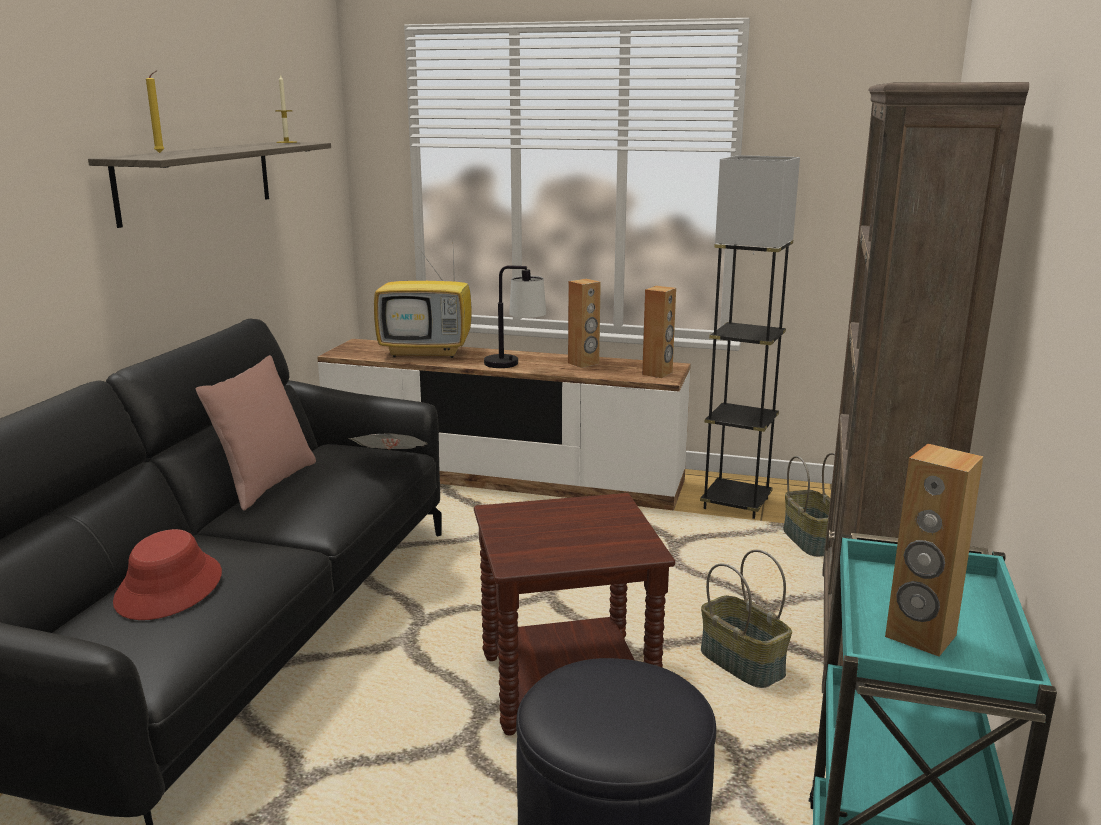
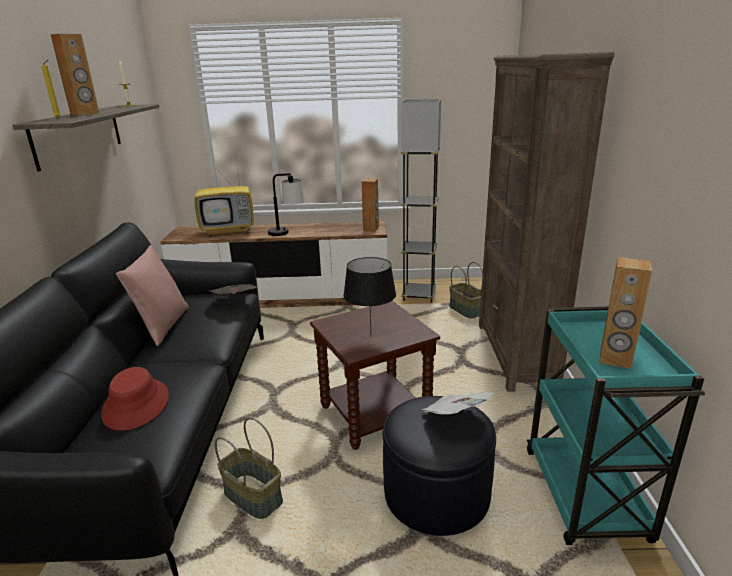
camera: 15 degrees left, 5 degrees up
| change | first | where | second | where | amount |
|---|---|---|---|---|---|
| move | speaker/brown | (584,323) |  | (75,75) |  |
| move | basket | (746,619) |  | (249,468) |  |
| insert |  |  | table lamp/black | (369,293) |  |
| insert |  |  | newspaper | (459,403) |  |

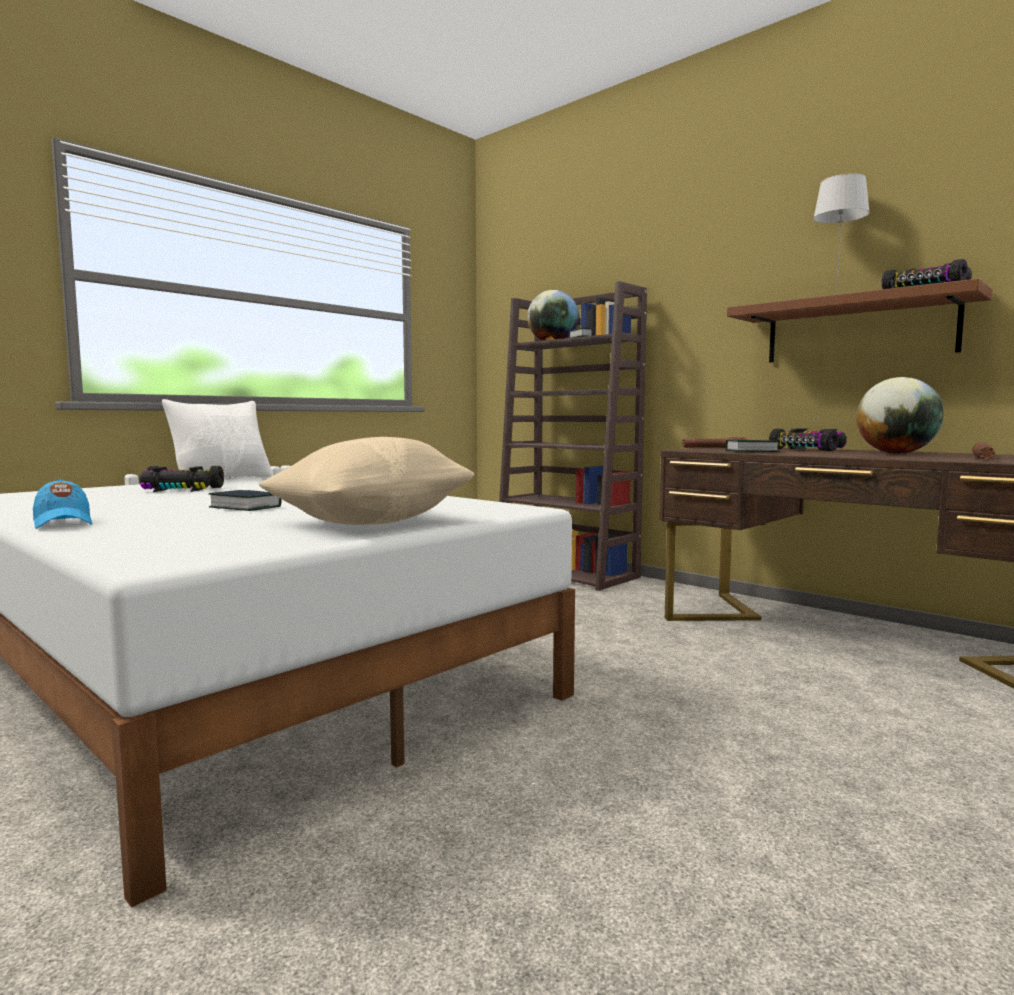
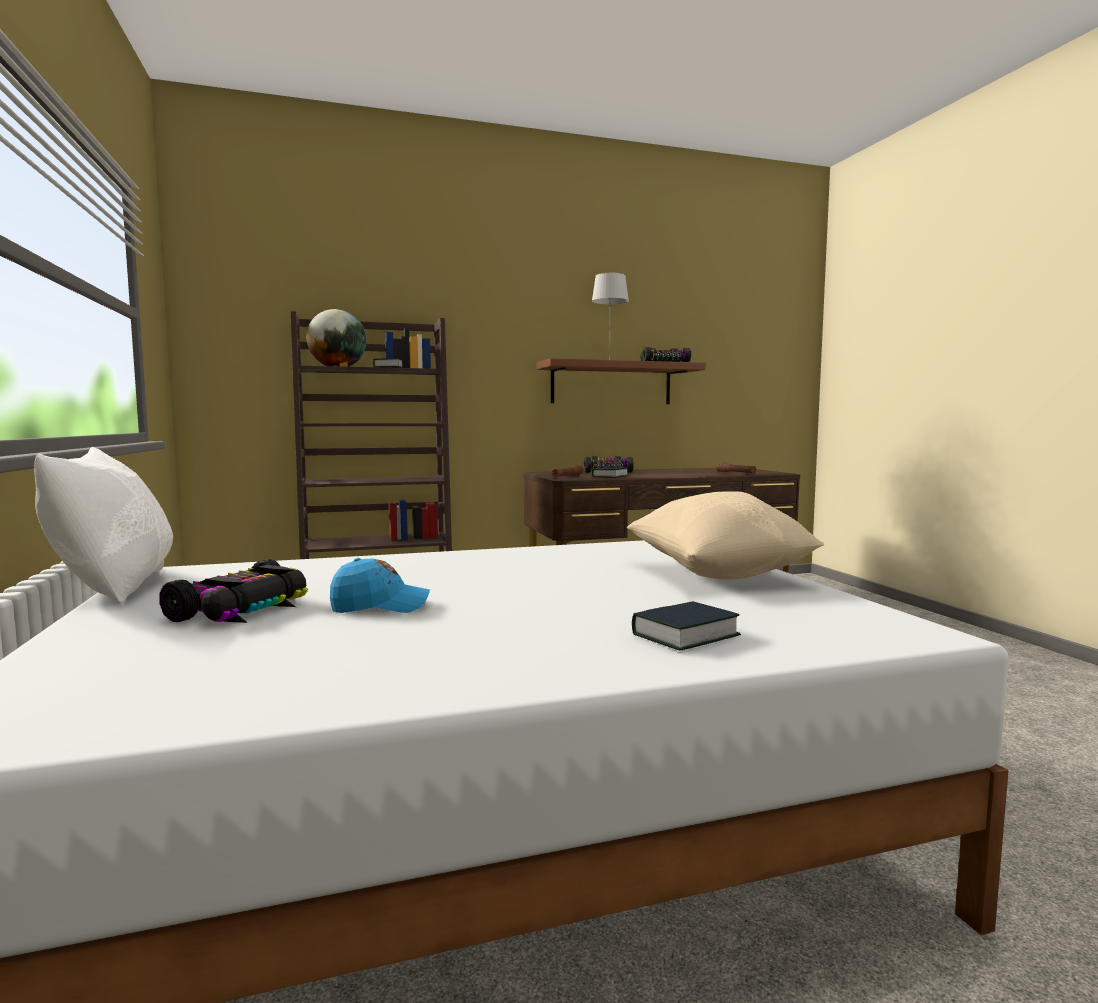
camera: 60 degrees left, 0 degrees up
| change | first | where | second | where | amount |
|---|---|---|---|---|---|
| move | cap/blue | (62,504) |  | (380,585) |  |
| move | book | (245,500) |  | (686,626) |  |
| delete | globe | (900,415) |  |  |  |

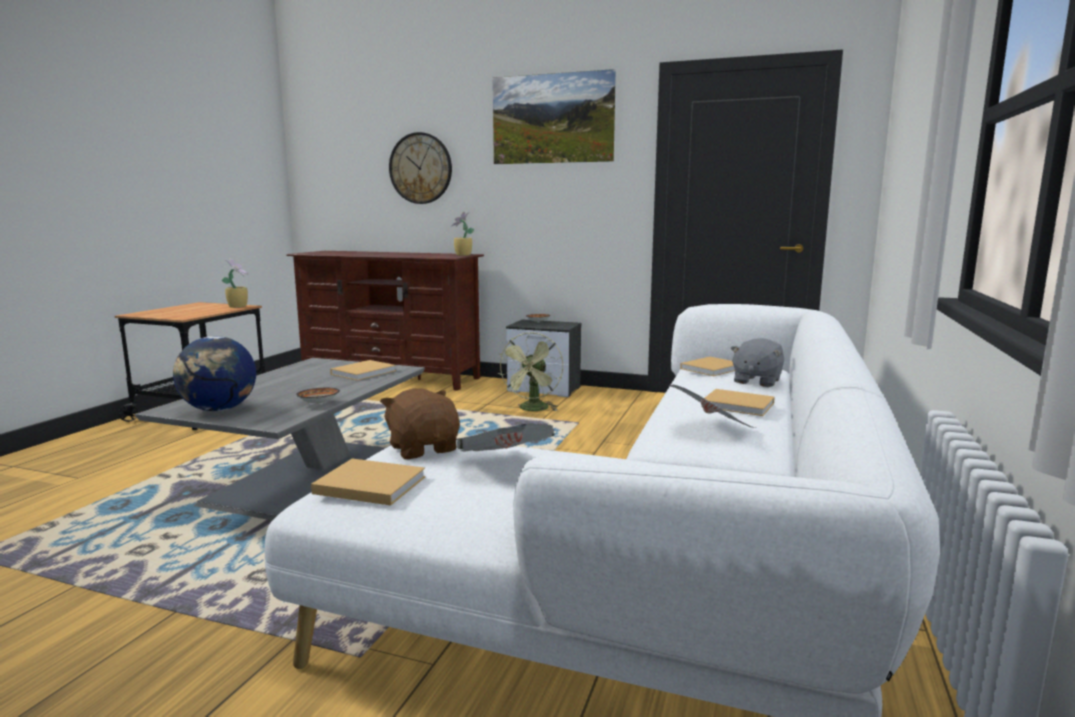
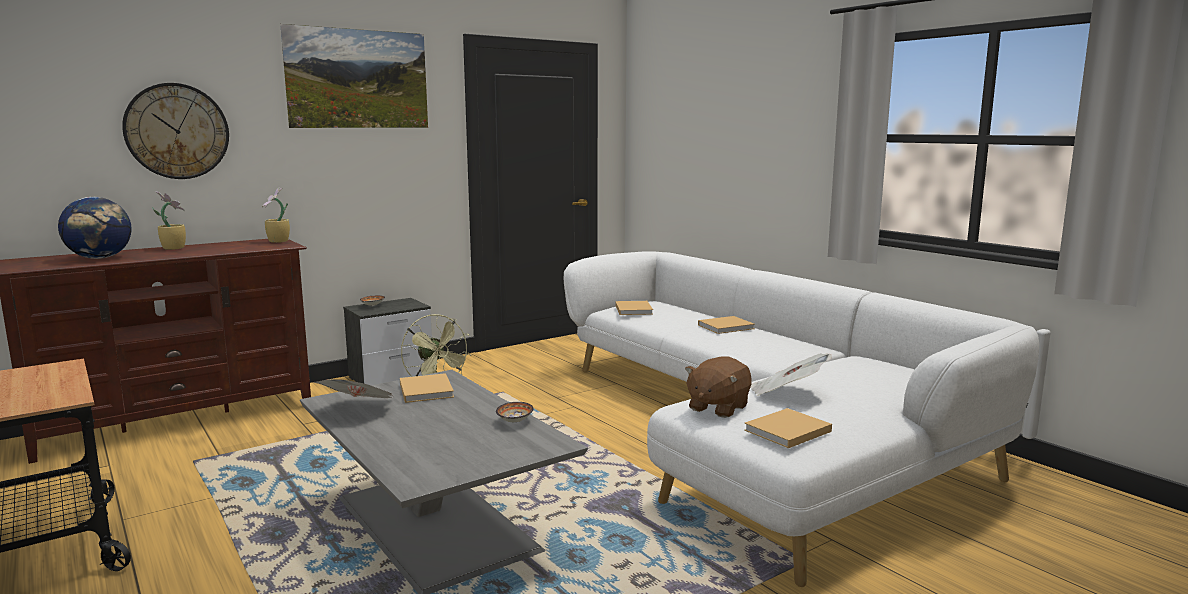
camera: 55 degrees left, 0 degrees up
| change | first | where | second | where | amount |
|---|---|---|---|---|---|
| move | globe | (214,373) |  | (95,228) |  |
| move | potted plant | (235,283) |  | (169,221) |  |
| rotate | plush toy/brown | (420,423) |  | (718,387) | 60 degrees counterclockwise |
| move | newspaper | (711,406) |  | (352,388) |  |
| delete | plush toy/grey | (757,362) |  |  |  |

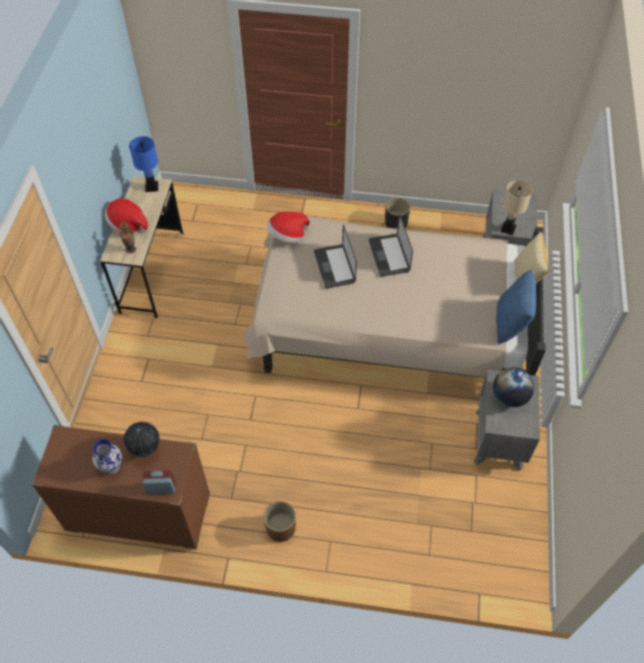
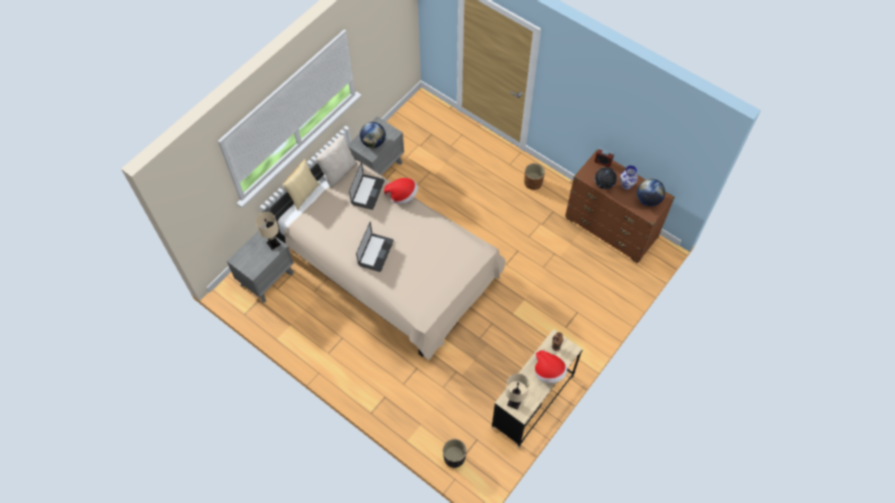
camera: 150 degrees left, 5 degrees up
| change | first | where | second | where | amount |
|---|---|---|---|---|---|
| recolor | table lamp/blue | (143,164) | table lamp/beige | (517,391) |  |
| move | hat | (288,227) |  | (401,191) |  |
| move | laptop | (335,256) |  | (367,186) |  |
| move | planter/black | (397,213) |  | (454,453) |  |
| recolor | pillow/blue | (516,307) | pillow/beige | (337,161) |  |
| insert |  |  | globe | (651,193) |  |

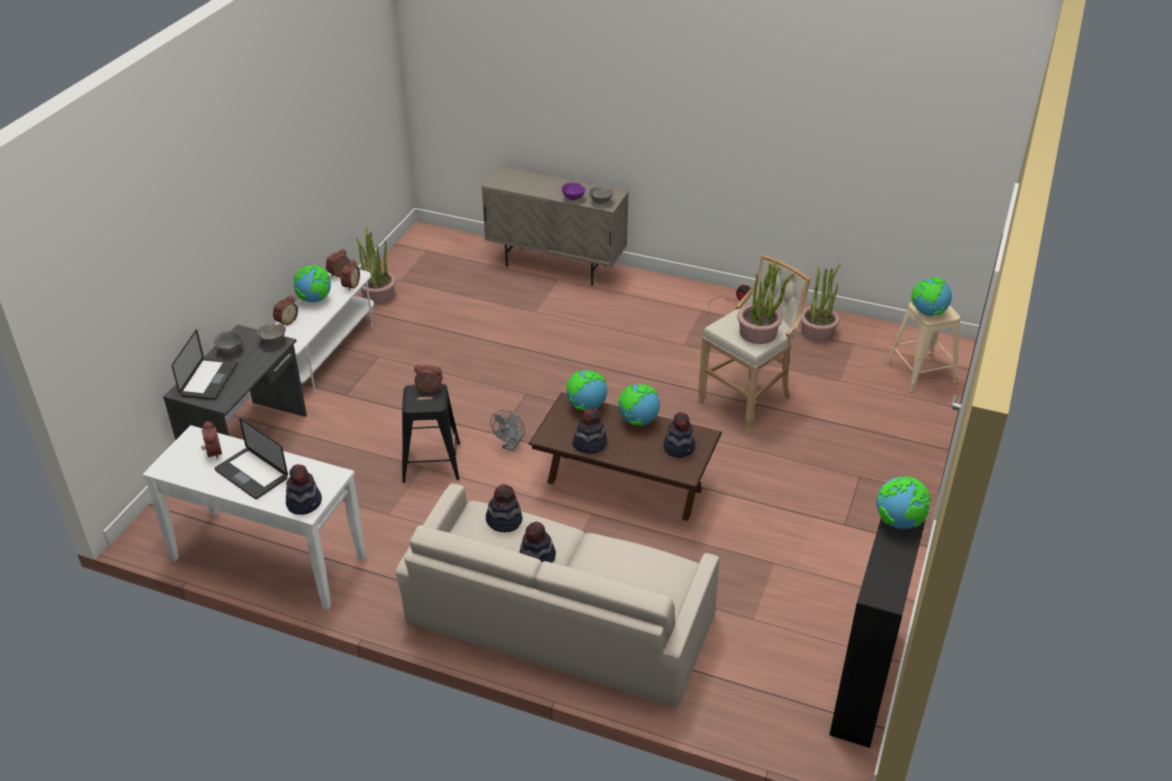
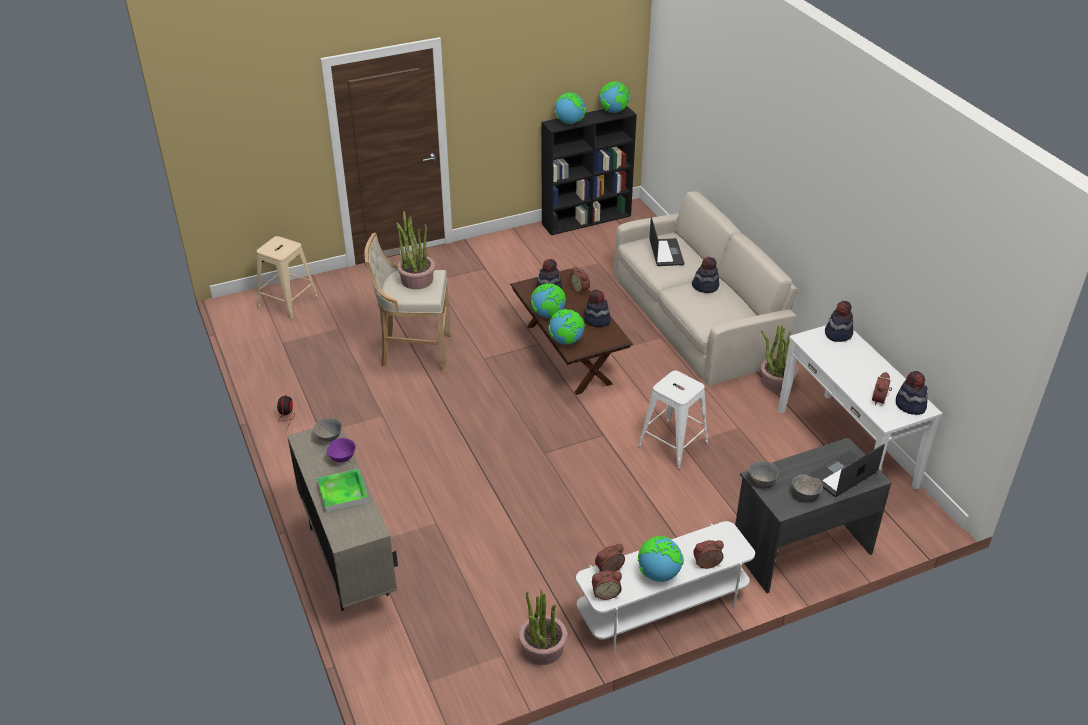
camera: 135 degrees left, 0 degrees up
| change | first | where | second | where | amount |
|---|---|---|---|---|---|
| move | laptop | (251,458) |  | (666,241) |  |
| recolor | stool/black | (431,433) | stool/white | (673,419) |  |
| move | alarm clock | (428,379) |  | (580,280) |  |
| move | hat | (504,508) |  | (912,393) |  |
| delete | fan/grey | (507,430) |  |  |  |
| move | potted plant | (821,303) |  | (779,358) |  |
| move | globe | (932,296) |  | (614,97) |  |
| insert |  |  | tray | (342,491) |  |

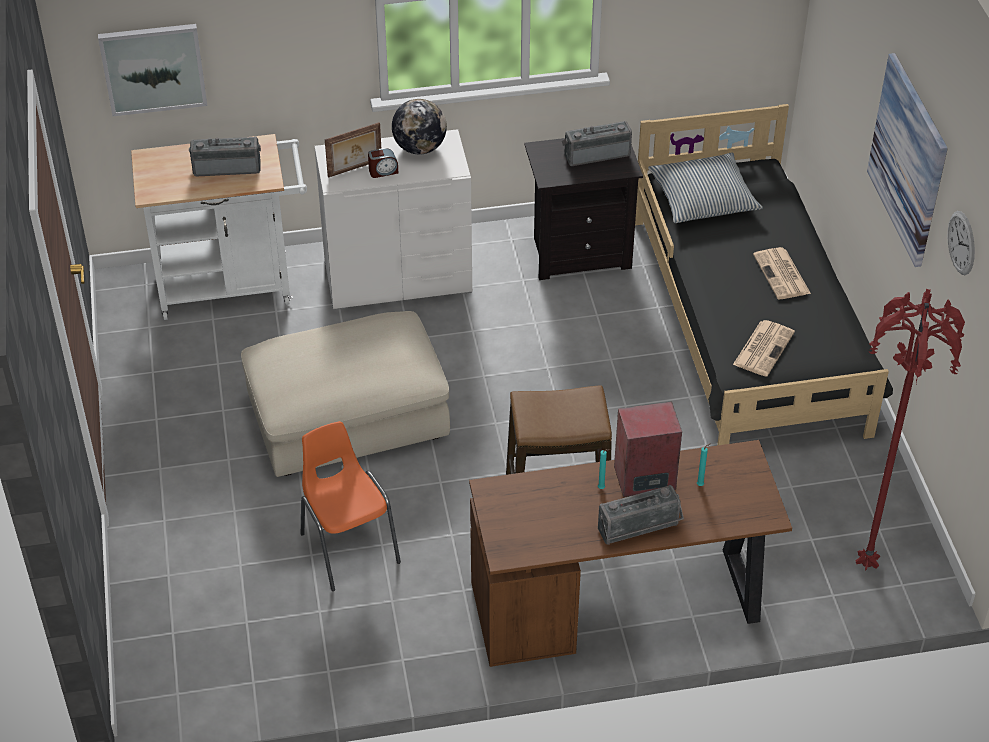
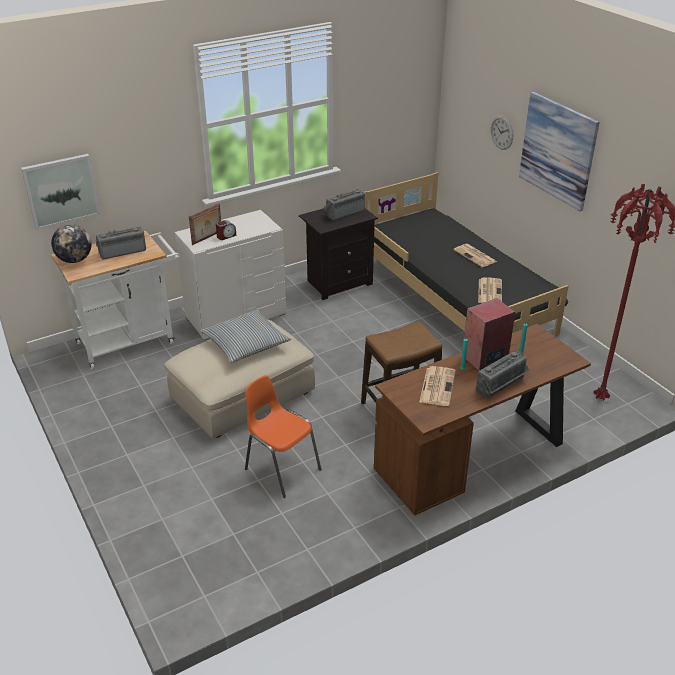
camera: 20 degrees left, 10 degrees down
| change | first | where | second | where | amount |
|---|---|---|---|---|---|
| move | globe | (419,126) |  | (71,243) |  |
| move | pillow | (705,188) |  | (245,336) |  |
| move | wall clock | (961,243) |  | (502,132) |  |
| insert |  |  | newspaper | (437,386) |  |

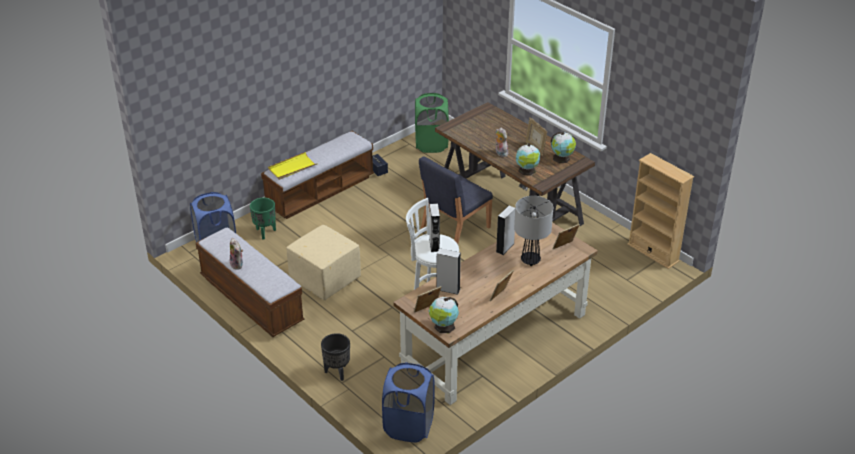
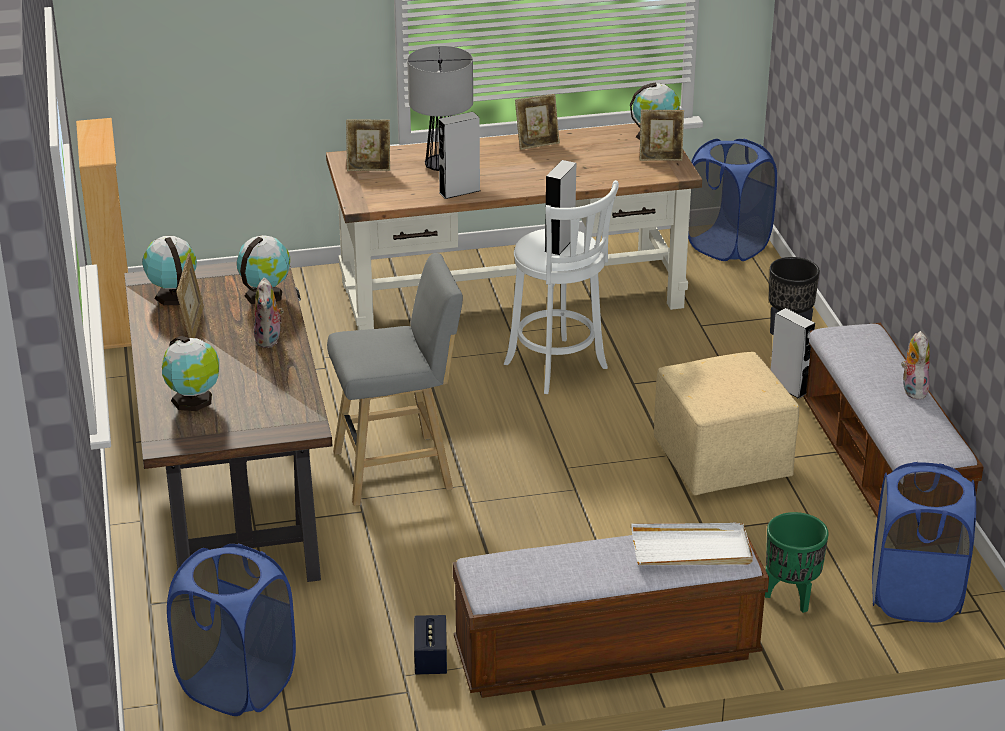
camera: 150 degrees left, 5 degrees down
| change | first | where | second | where | amount |
|---|---|---|---|---|---|
| recolor | tray/yellow | (293,166) | tray/white | (692,544) |  |
| recolor | laundry basket/green | (432,123) | laundry basket/blue | (231,630) |  |
| replace | chair/blue | (456,200) | stool/grey | (395,379) |  |
| move | speaker/grey | (448,271) |  | (793,353) |  |
| insert |  |  | globe | (190,373) |  |

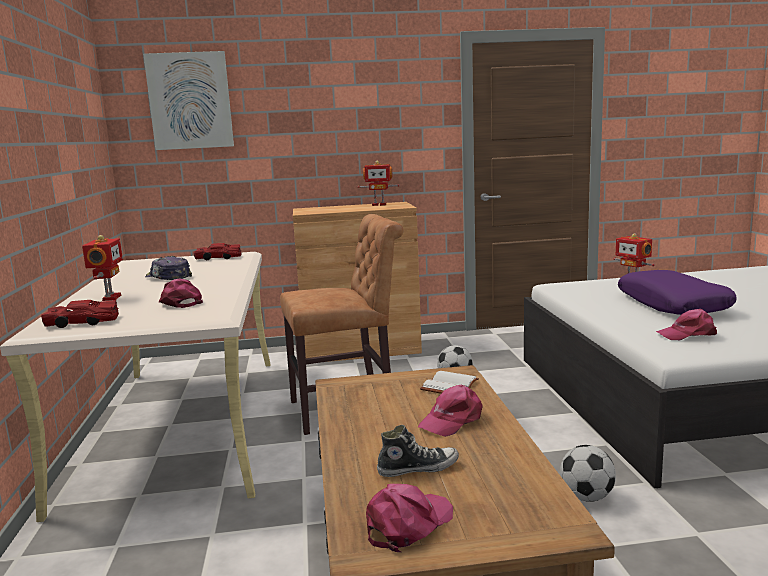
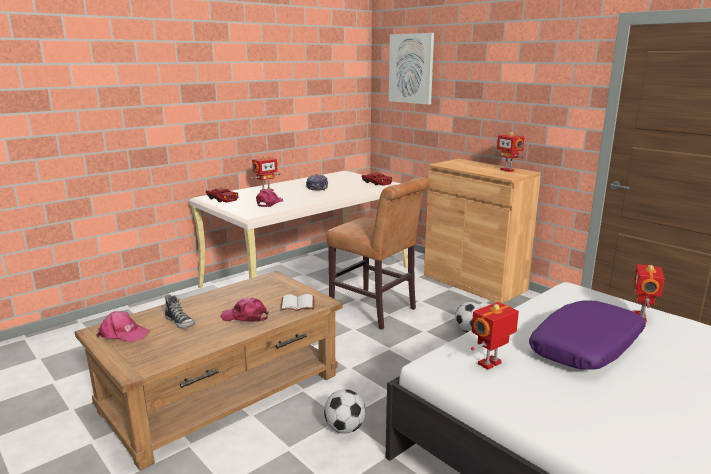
camera: 55 degrees right, 5 degrees up
| change | first | where | second | where | amount |
|---|---|---|---|---|---|
| replace | cap/pink | (686,324) | toy robot | (495,336) |  |

